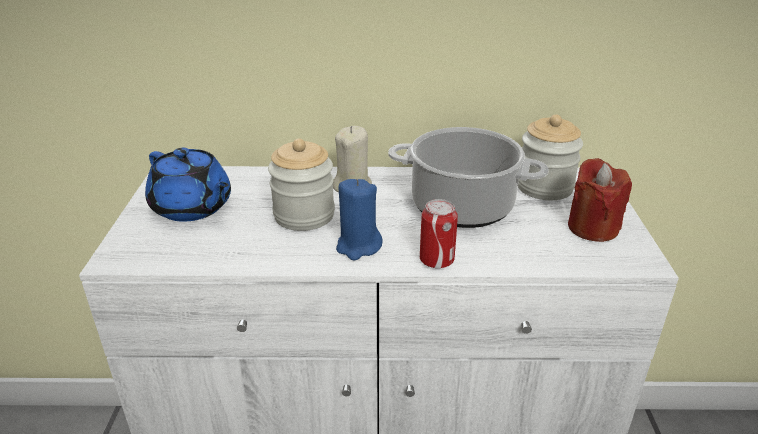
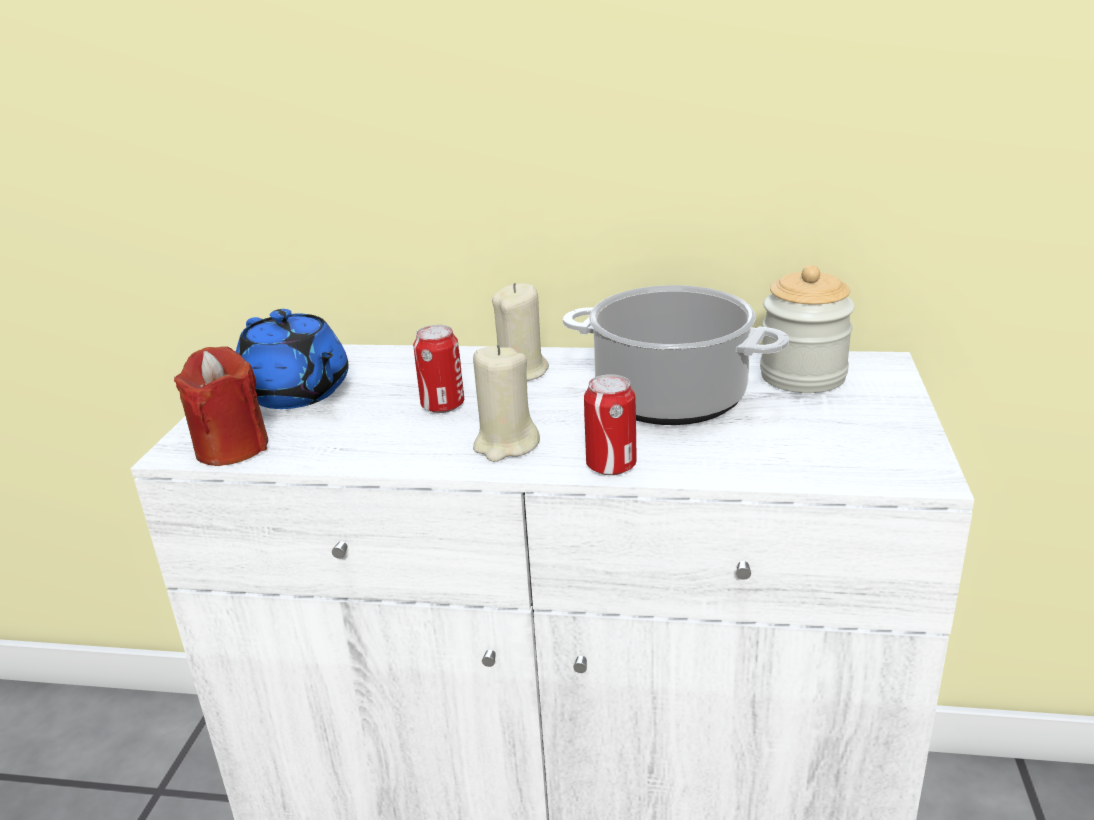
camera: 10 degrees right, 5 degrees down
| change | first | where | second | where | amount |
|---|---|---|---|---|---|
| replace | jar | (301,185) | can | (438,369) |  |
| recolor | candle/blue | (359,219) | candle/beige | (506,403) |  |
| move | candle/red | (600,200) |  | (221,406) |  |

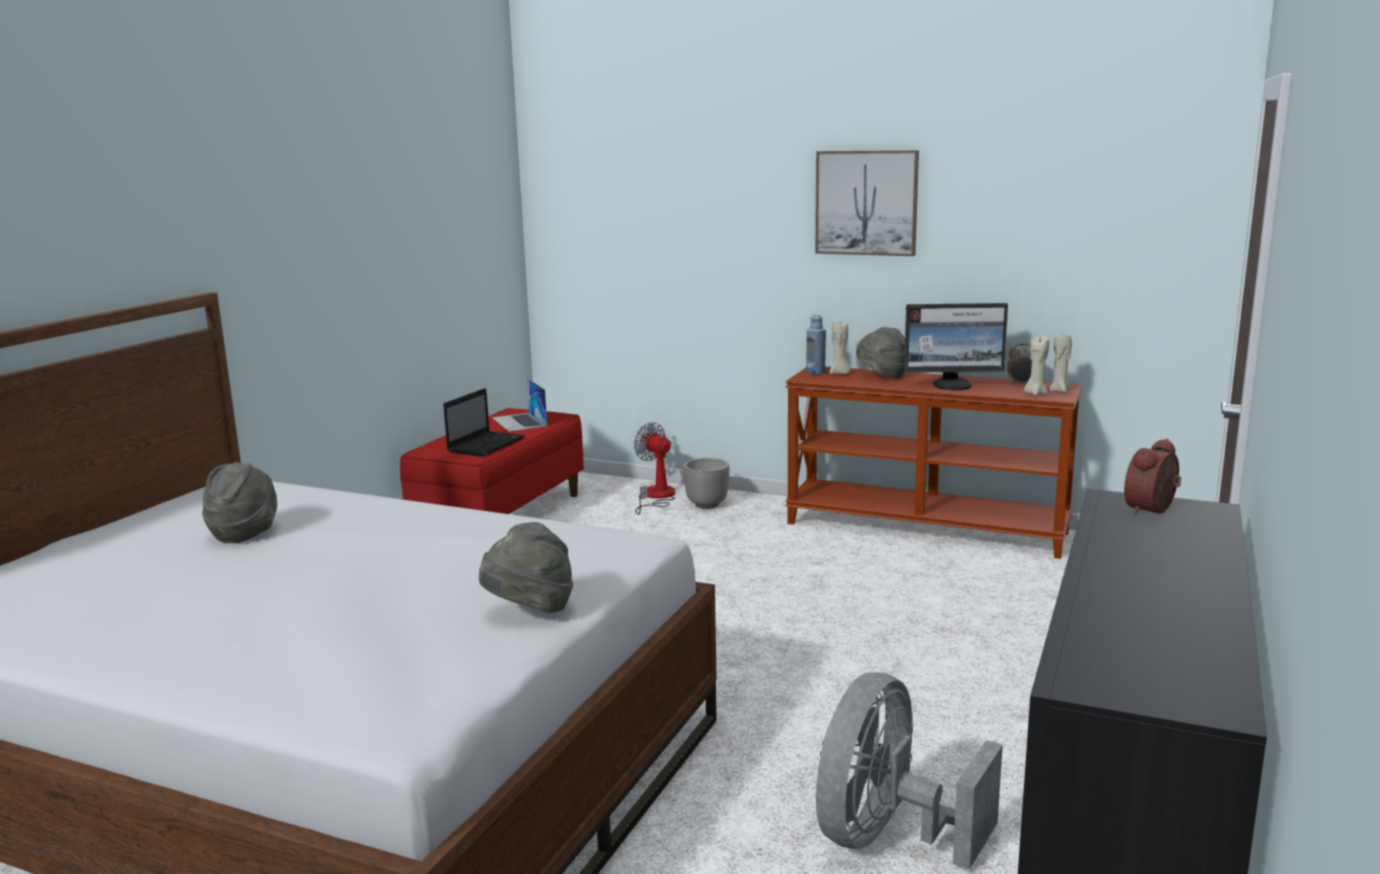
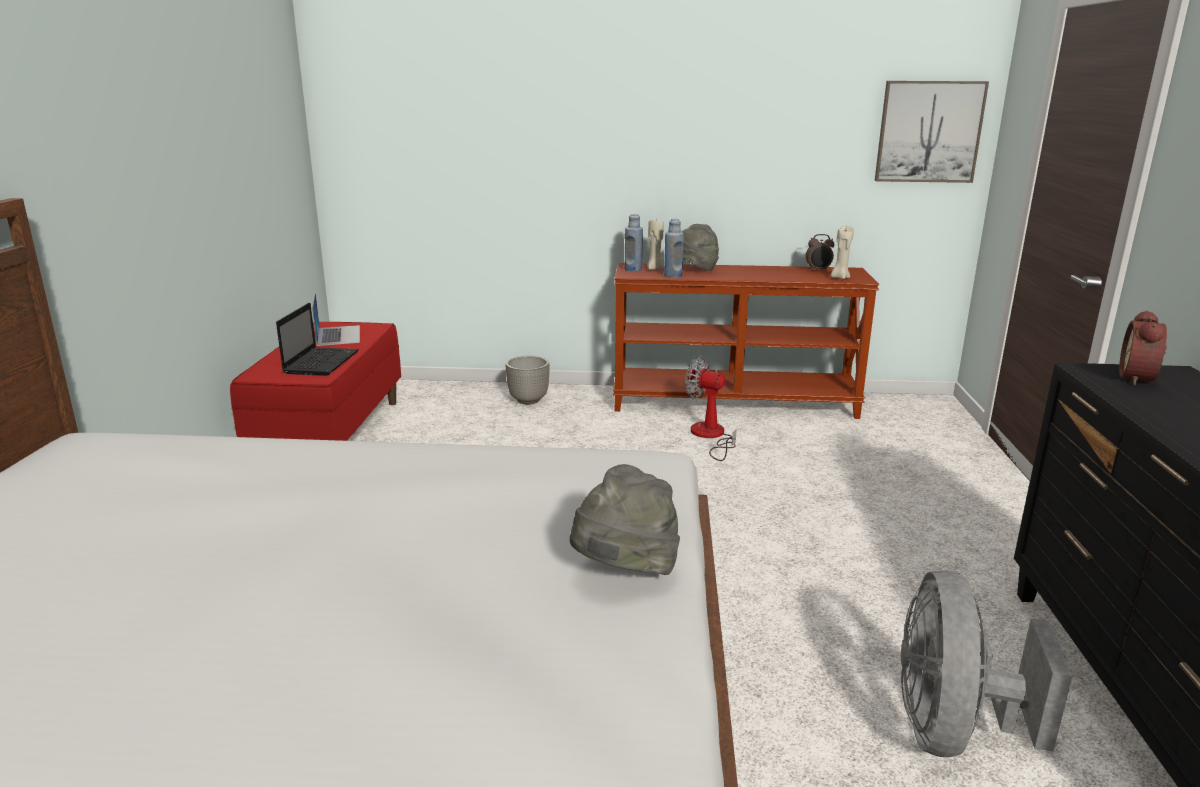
camera: 20 degrees left, 5 degrees up
| change | first | where | second | where | amount |
|---|---|---|---|---|---|
| delete | hat/grey | (239,502) |  |  |  |
| rotate | laptop | (519,405) |  | (336,319) | 150 degrees counterclockwise |
| move | fan | (654,468) |  | (711,409) |  |
| move | picture | (867,203) |  | (932,132) |  |
| delete | monitor | (956,346) |  |  |  |
| delete | candle/beige | (1061,362) |  |  |  |
| insert |  |  | bottle/blue | (674,248) |  |

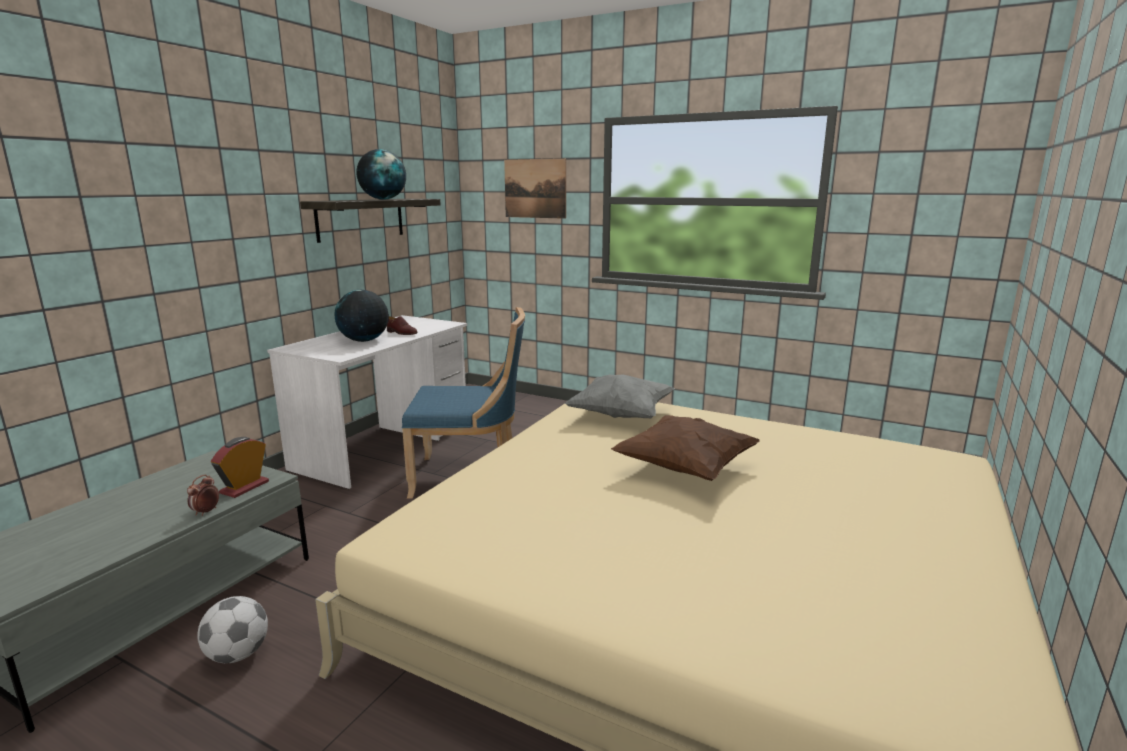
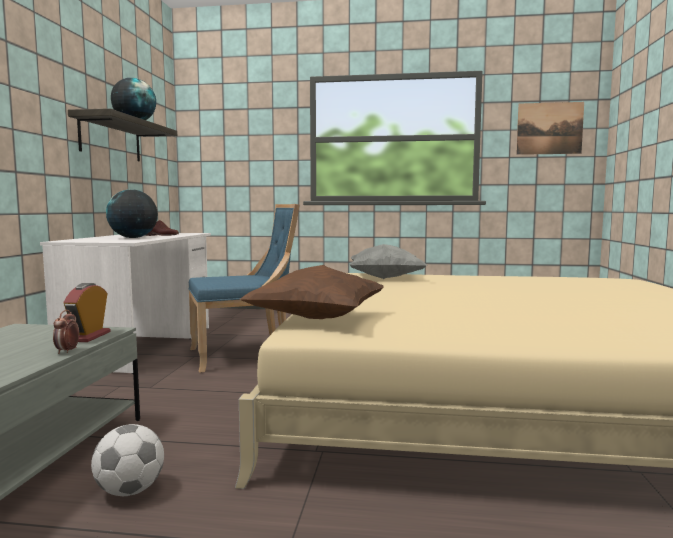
camera: 20 degrees left, 10 degrees down
| change | first | where | second | where | amount |
|---|---|---|---|---|---|
| move | picture | (535,188) |  | (550,128) |  |
| move | pillow/brown | (685,448) |  | (311,292) |  |

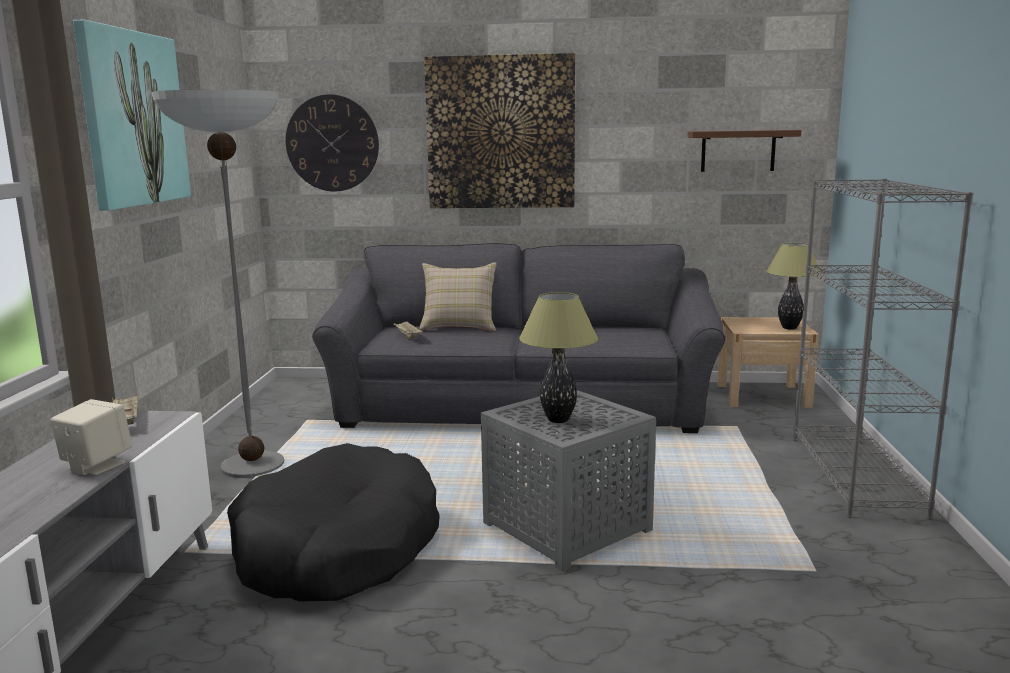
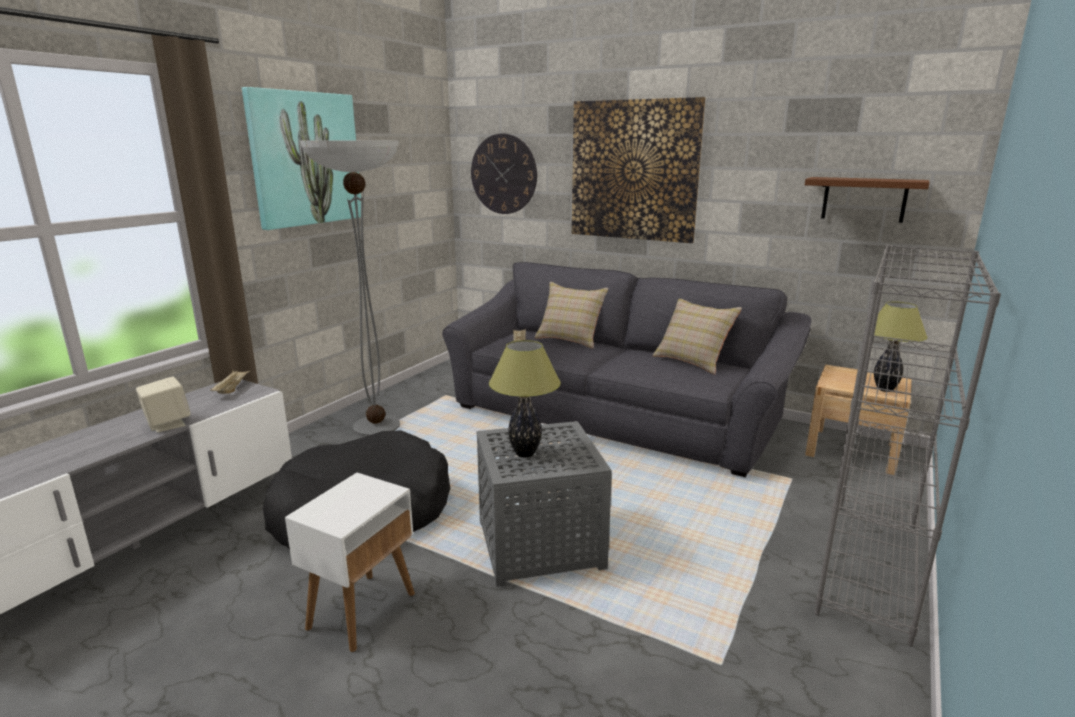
camera: 25 degrees right, 5 degrees up
| change | first | where | second | where | amount |
|---|---|---|---|---|---|
| insert |  |  | side table/white | (350,562) |  |
| insert |  |  | pillow/beige | (697,336) |  |

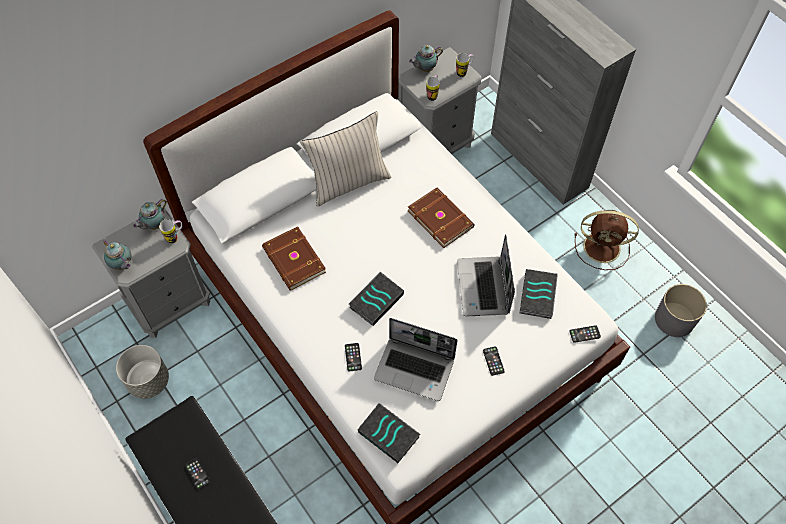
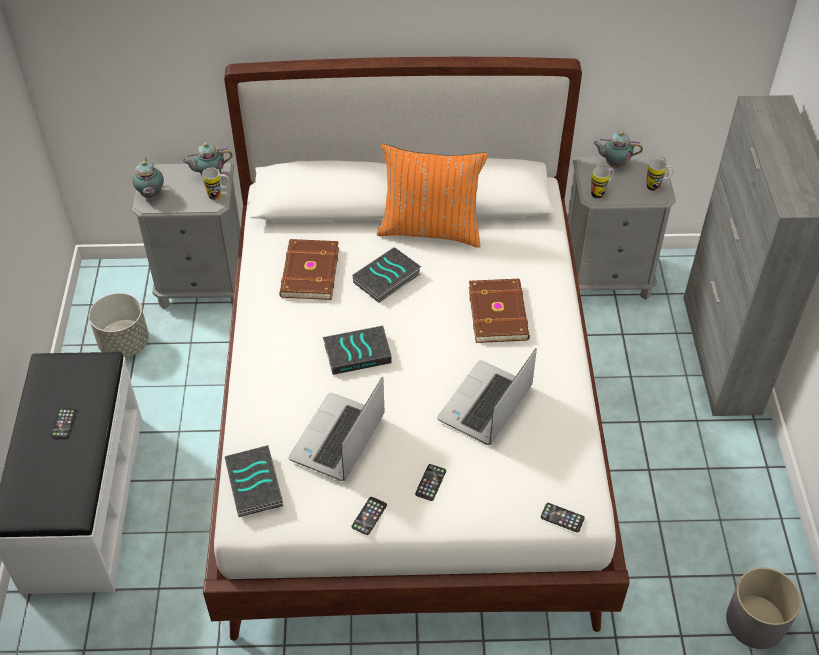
camera: 35 degrees right, 10 degrees down
| change | first | where | second | where | amount |
|---|---|---|---|---|---|
| recolor | pillow/beige | (345,159) | pillow/orange | (432,196) |  |
| move | phone | (353,357) |  | (369,516) |  |
| rotate | laptop | (416,359) |  | (336,429) | 60 degrees clockwise |
| move | book | (539,294) |  | (387,275) |  |
| delete | fan/brown | (607,240) |  |  |  |

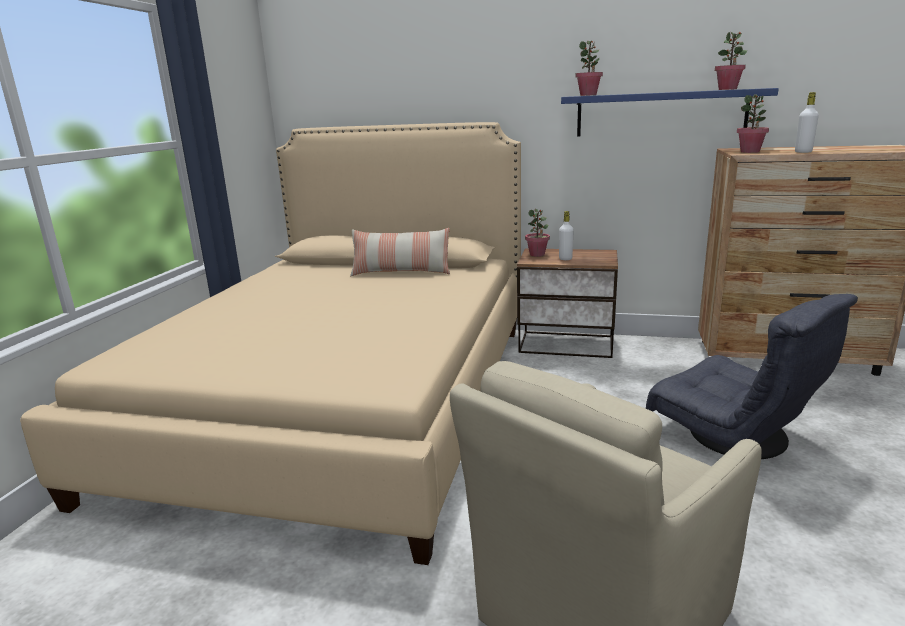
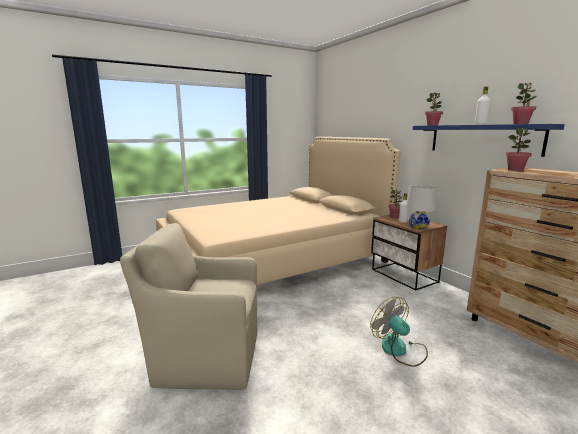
camera: 45 degrees right, 5 degrees down
| change | first | where | second | where | amount |
|---|---|---|---|---|---|
| delete | pillow | (400,252) |  |  |  |
| replace | armchair/grey | (752,376) | fan | (399,332) |  |
| move | bottle/white | (807,122) |  | (483,105) |  |
| insert |  |  | table lamp/white | (421,207) |  |

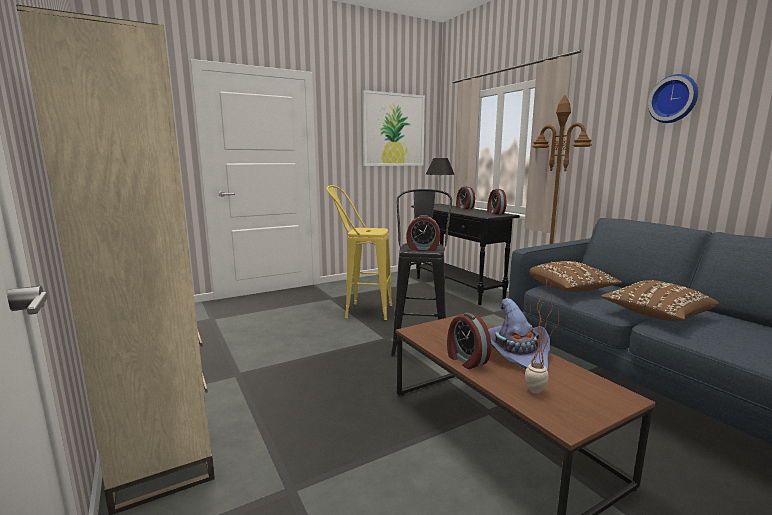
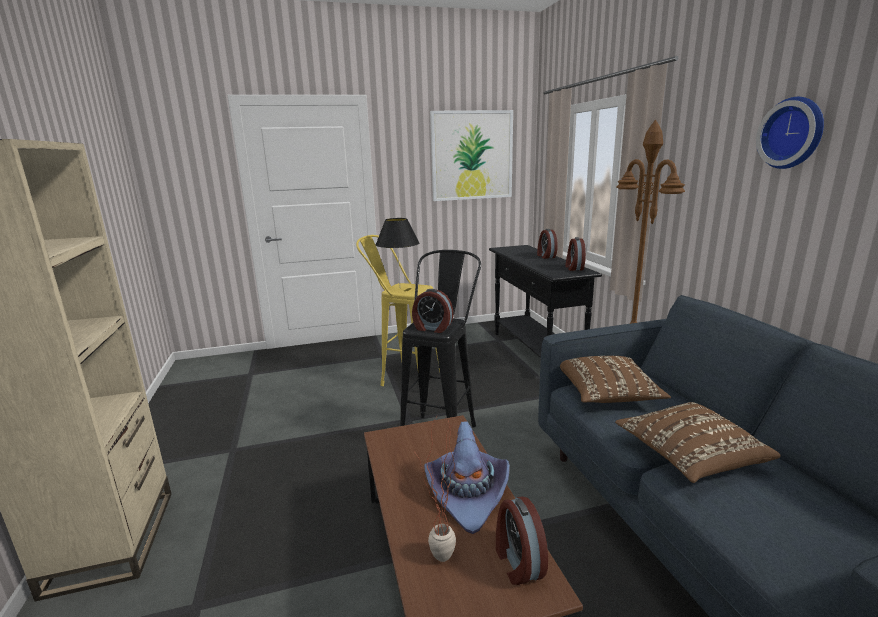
camera: 15 degrees right, 5 degrees up
| change | first | where | second | where | amount |
|---|---|---|---|---|---|
| move | table lamp/black | (440,180) |  | (397,250) |  |
| move | alarm clock | (469,341) |  | (522,540) |  |

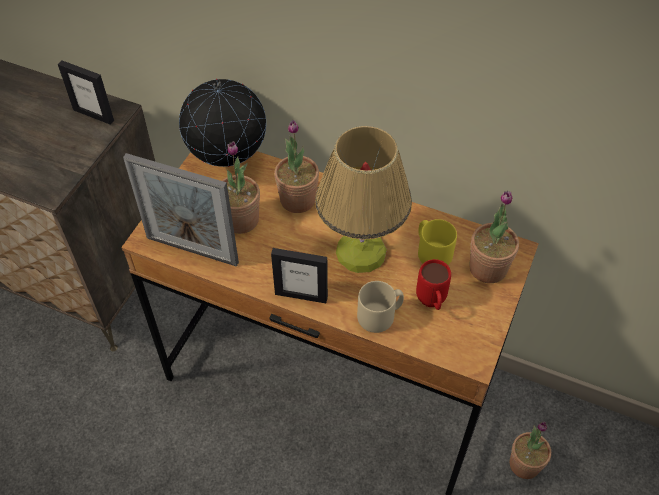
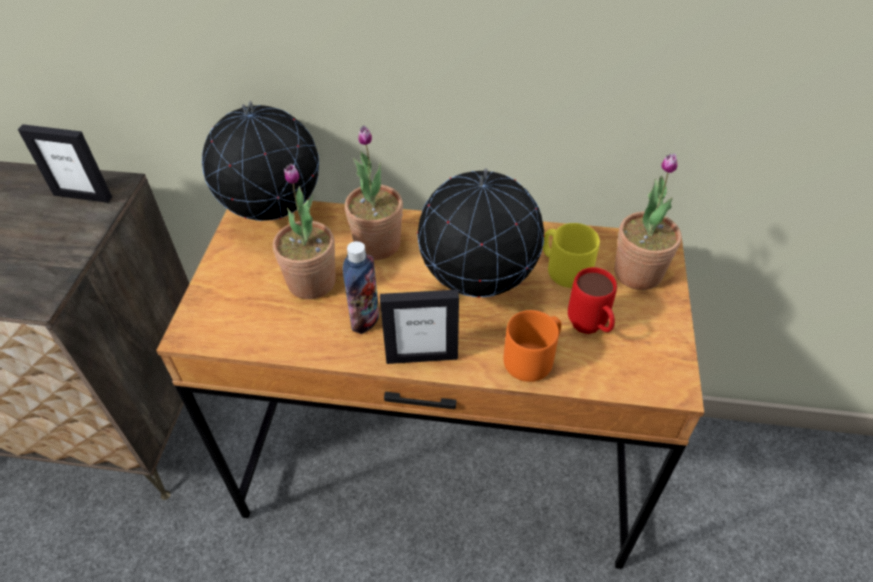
camera: 15 degrees left, 5 degrees down
| change | first | where | second | where | amount |
|---|---|---|---|---|---|
| delete | picture frame | (181,210) |  |  |  |
| replace | table lamp | (363,199) | globe | (481,233) |  |
| recolor | mug/beige | (380,307) | mug/orange | (532,346) |  |
| delete | potted plant | (530,450) |  |  |  |
| insert |  |  | bottle | (361,287) |  |

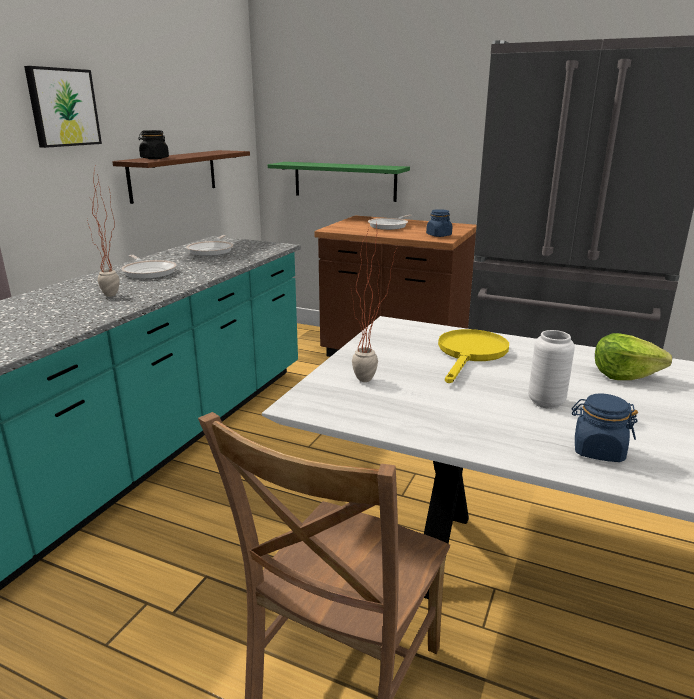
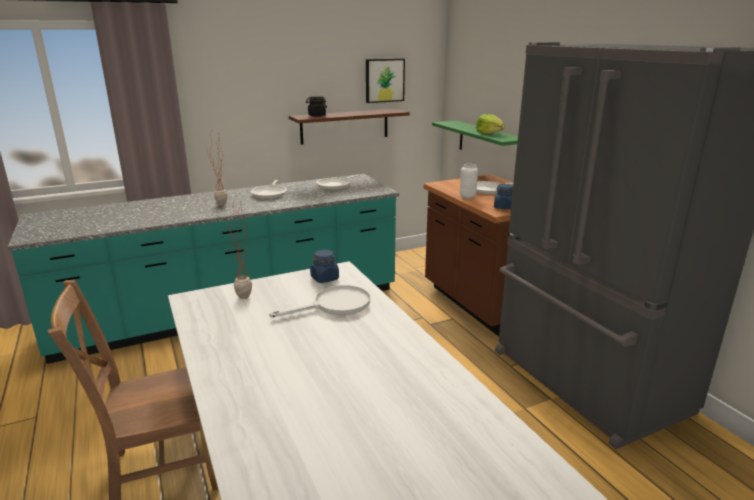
camera: 40 degrees right, 0 degrees up
| change | first | where | second | where | amount |
|---|---|---|---|---|---|
| move | picture | (63,107) |  | (385,80) |  |
| recolor | frying pan/yellow | (473,356) | frying pan/white | (319,301) |  |
| move | vase/white | (551,369) |  | (469,181) |  |
| move | jar/blue | (605,428) |  | (324,266) |  |
| move | lettuce | (633,356) |  | (490,124) |  |

